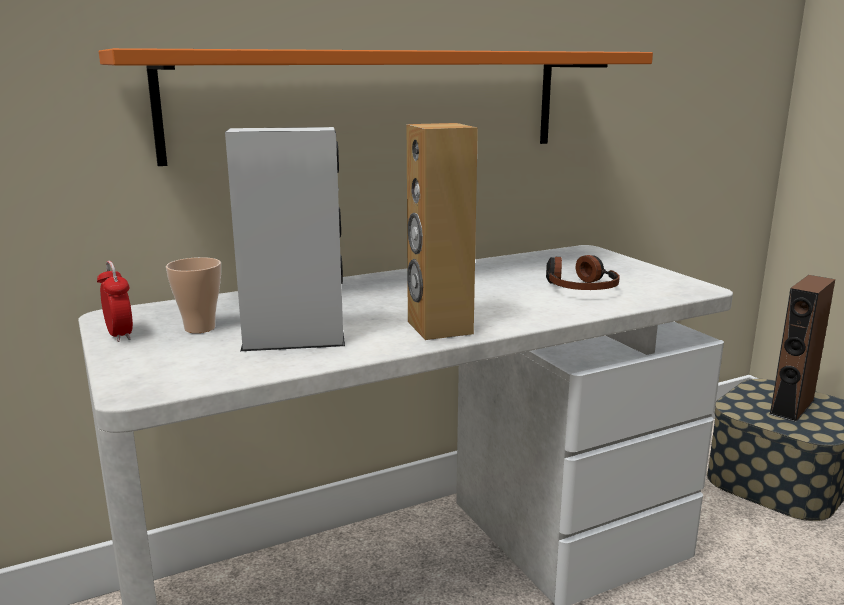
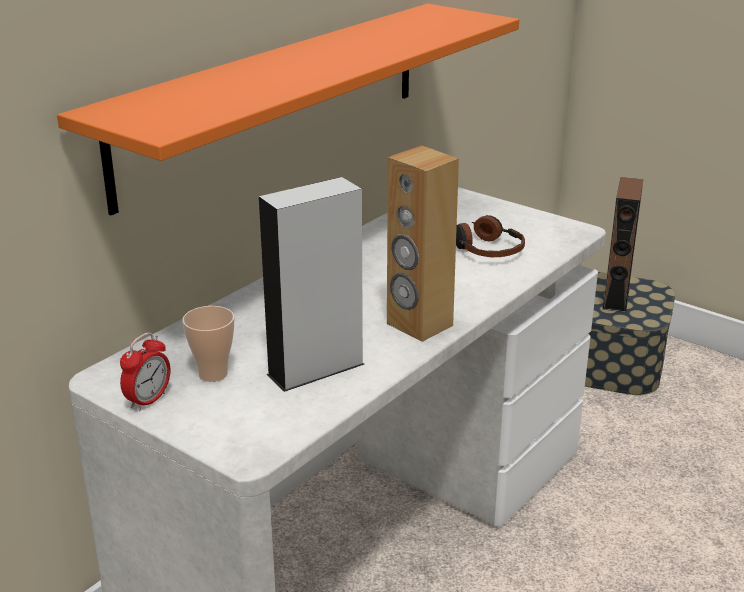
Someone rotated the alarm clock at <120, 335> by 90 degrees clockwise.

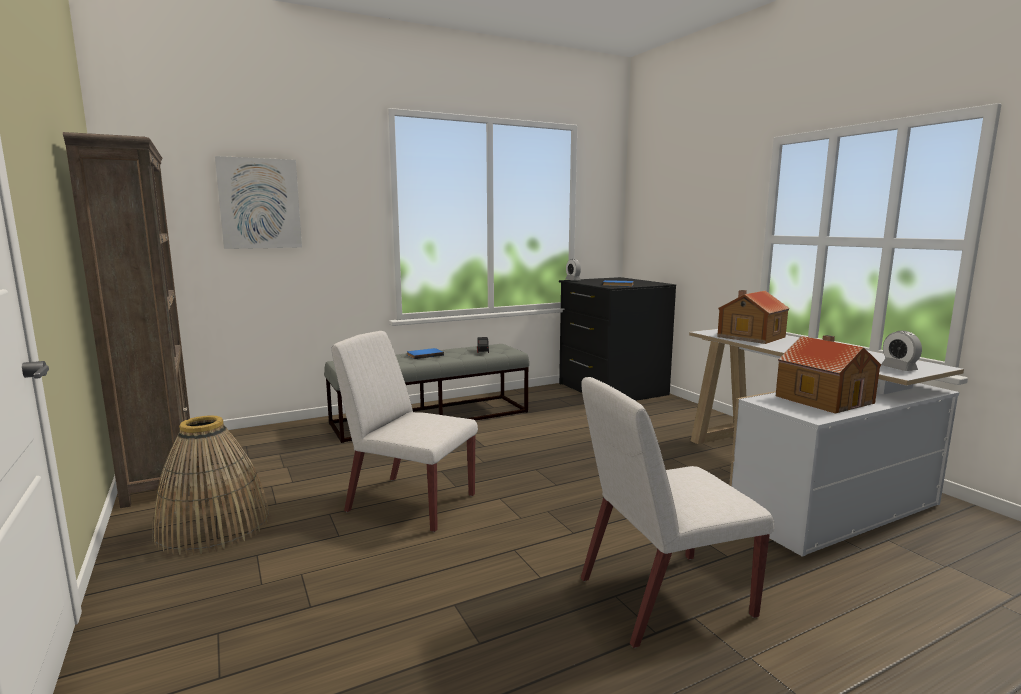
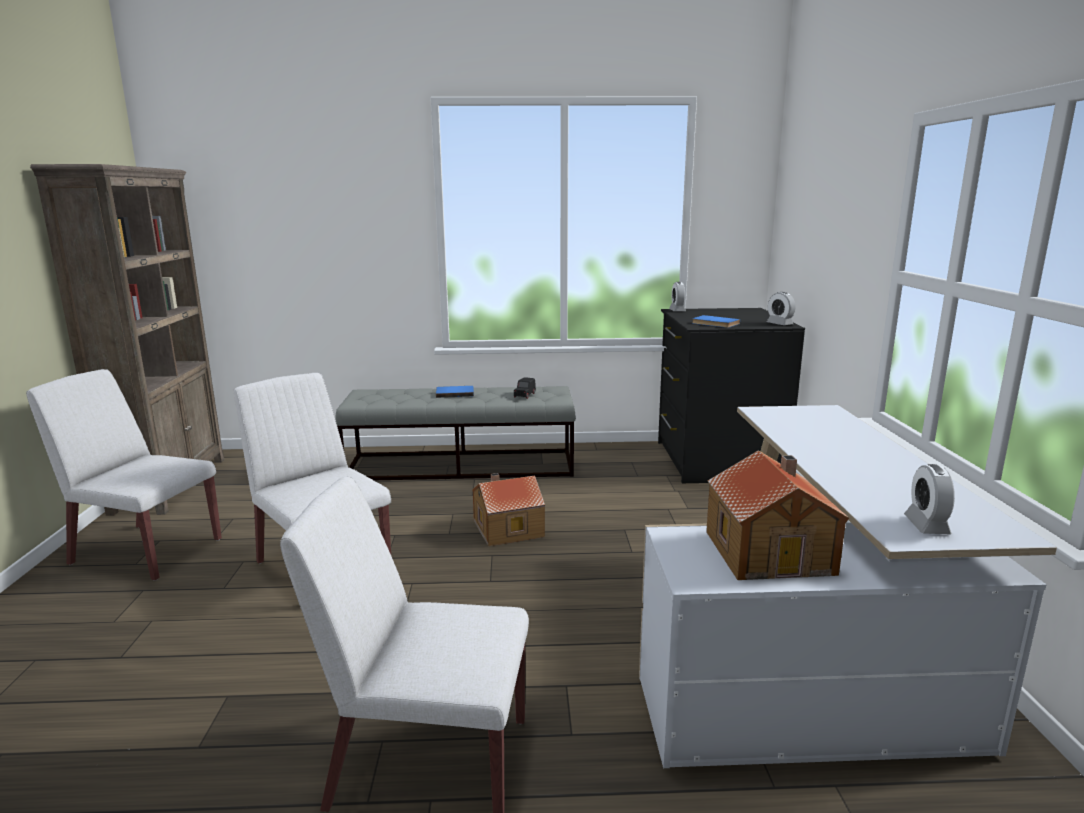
Someone swapped the basket at <213, 526> for the chair in white at <145, 551>.
Someone took away the picture at <259, 203>.
Someone carried the toy house from <749, 337> to <506, 528>.
Someone put down the alarm clock at <779, 324>.

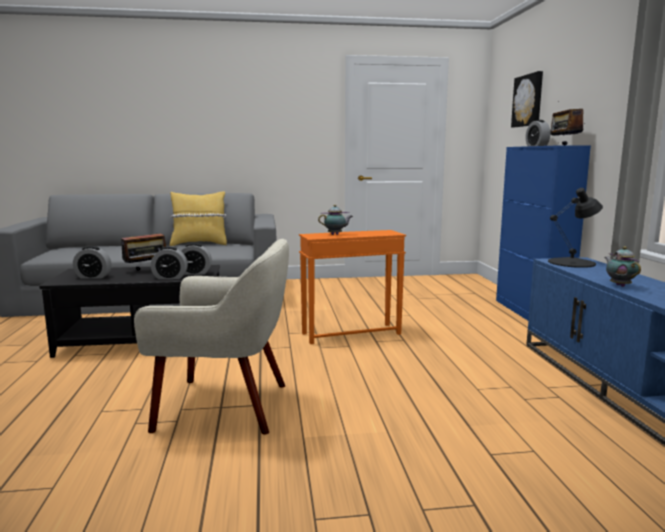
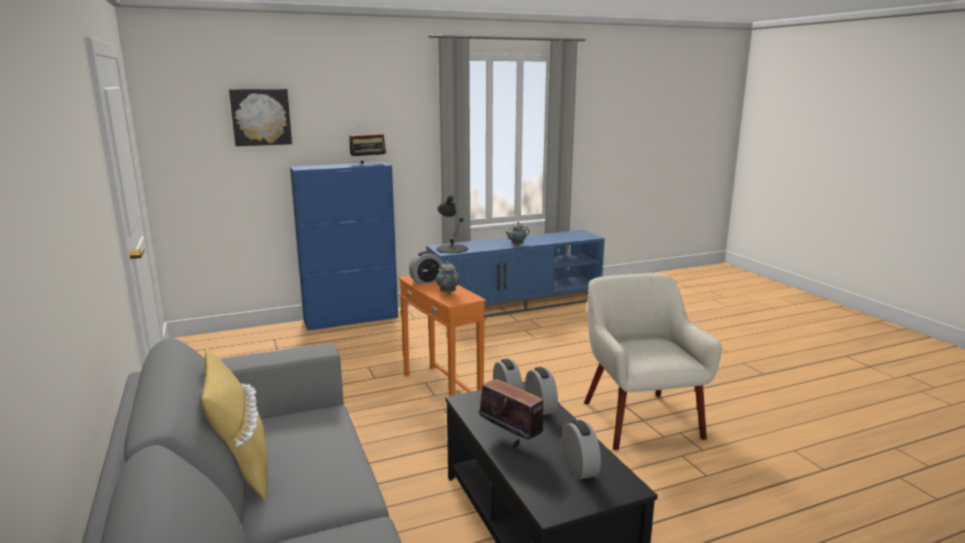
Someone carried the alarm clock from <536, 146> to <427, 281>.

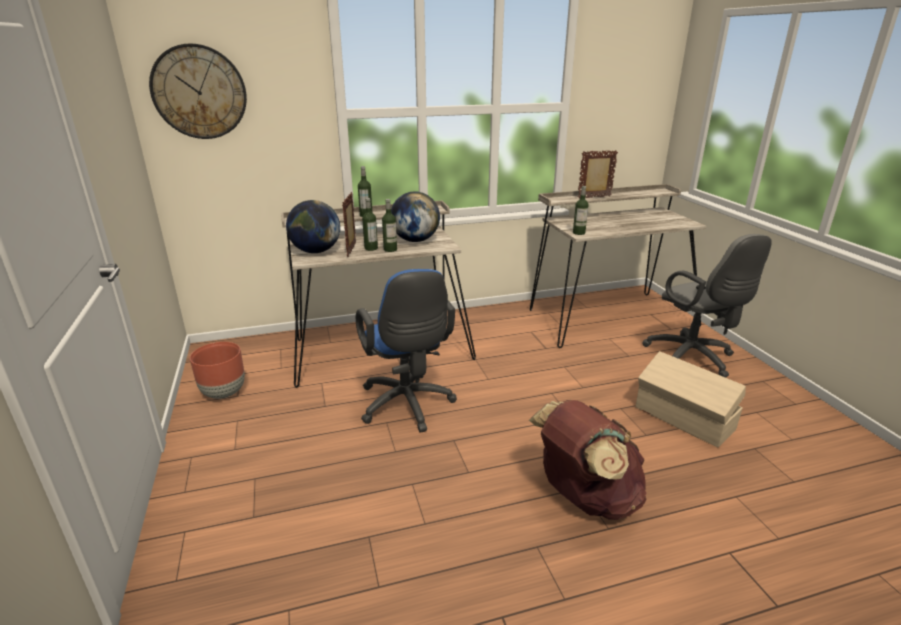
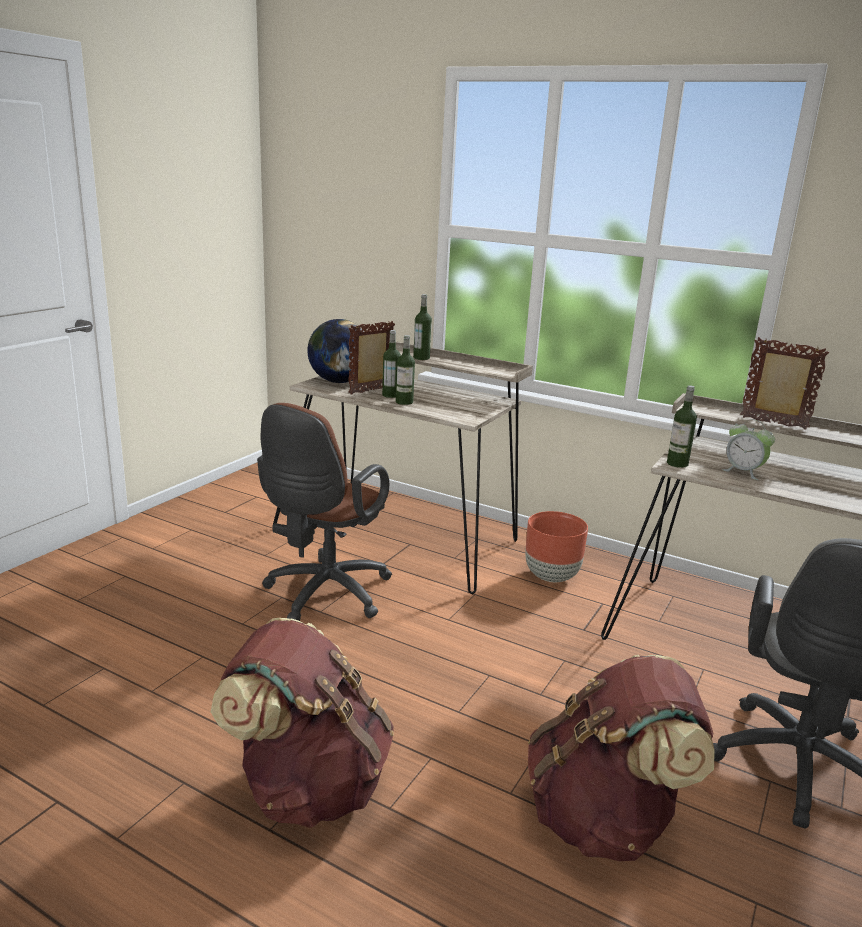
Someone took away the wall clock at <199, 92>.
Someone carried the planter in brown from <223, 393> to <550, 576>.
Someone repainted the office chair in blue at <407, 406>, which became the office chair in brown at <324, 595>.
Someone took away the globe at <415, 240>.
Someone swapped the storage box in beige at <684, 419> for the backpack in brown at <605, 818>.
Someone put down the alarm clock at <743, 472>.

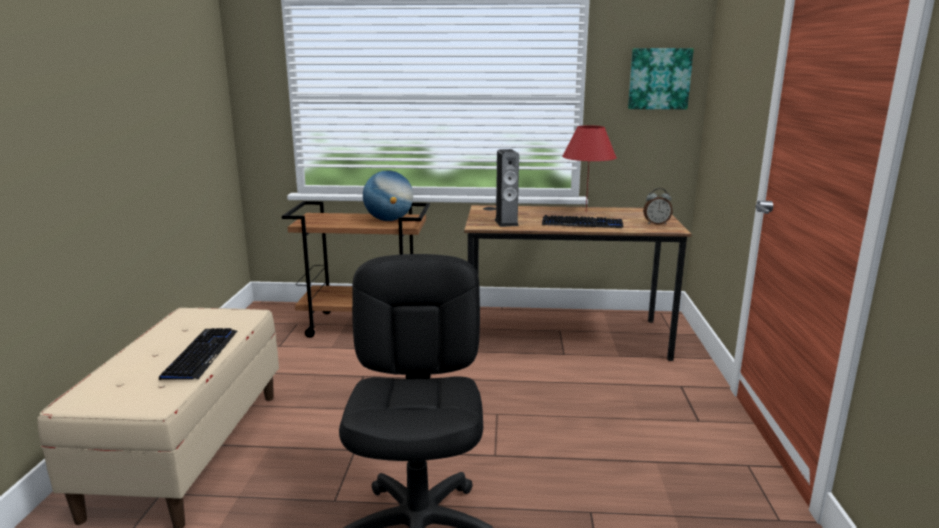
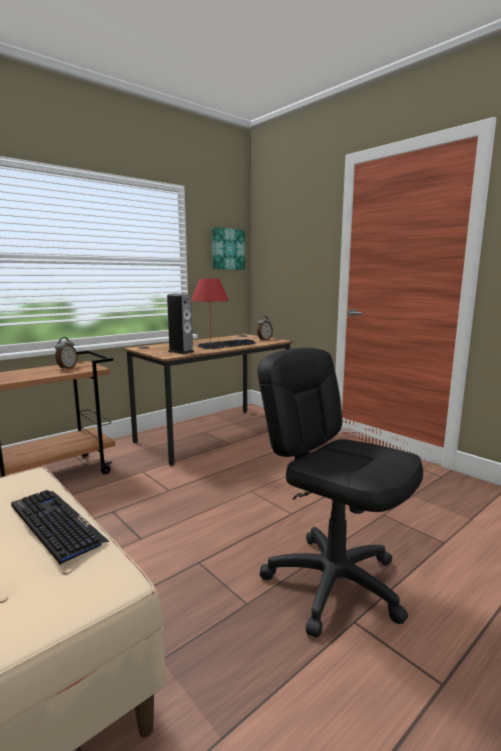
Someone swapped the globe at <389, 220> for the alarm clock at <67, 368>.

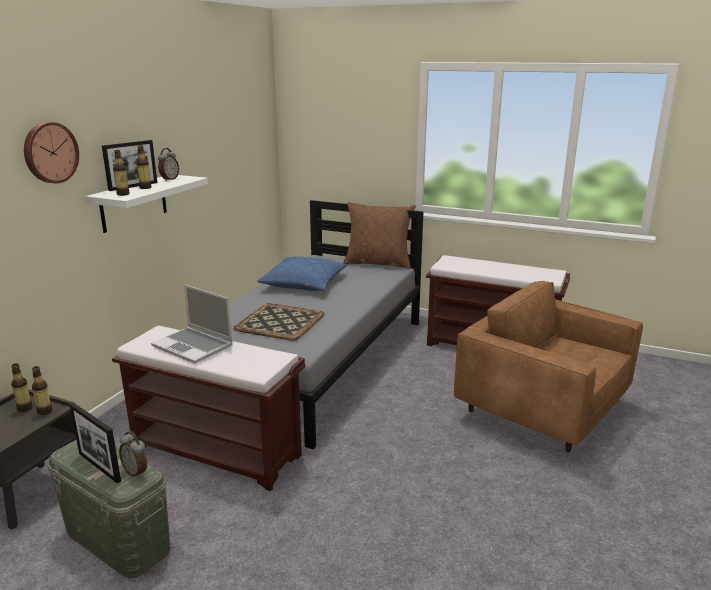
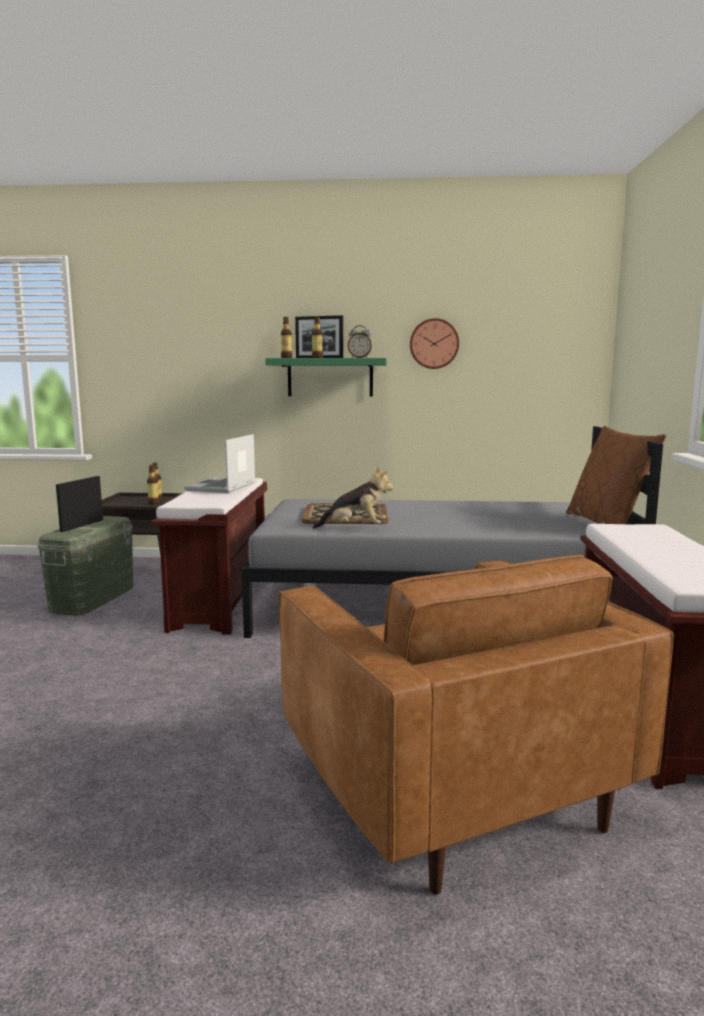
Someone carried the wall clock from <49, 152> to <434, 344>.
Someone repainted the shelf in white at <134, 203>, which became the shelf in green at <330, 377>.
Someone took away the alarm clock at <136, 472>.
Someone took away the pillow in blue at <304, 283>.
Someone rotated the armchair in brown at <541, 412> by 135 degrees clockwise.
Someone put down the plush toy at <355, 528>.

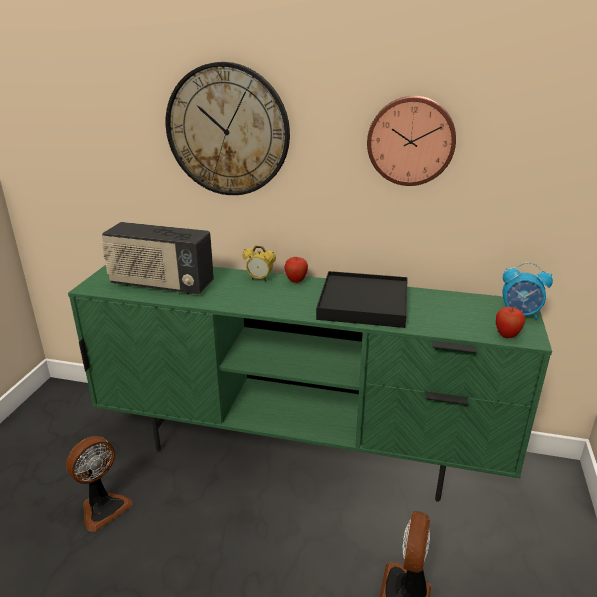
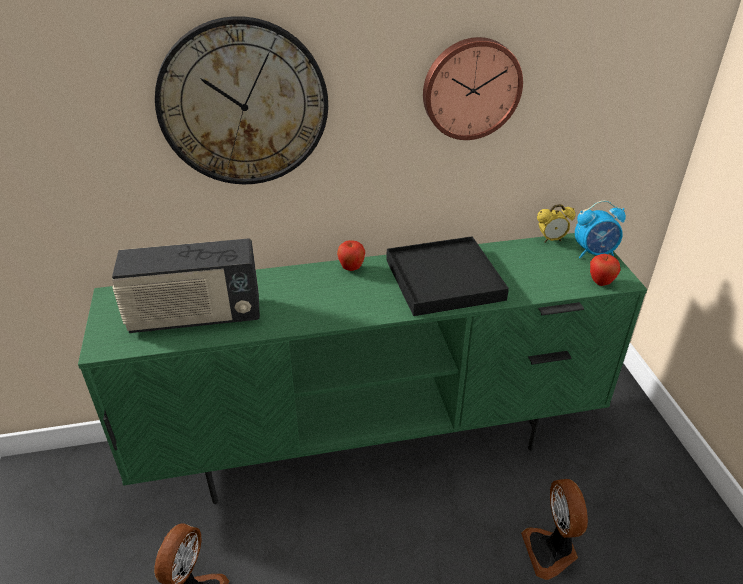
Someone carried the alarm clock from <260, 279> to <551, 240>.

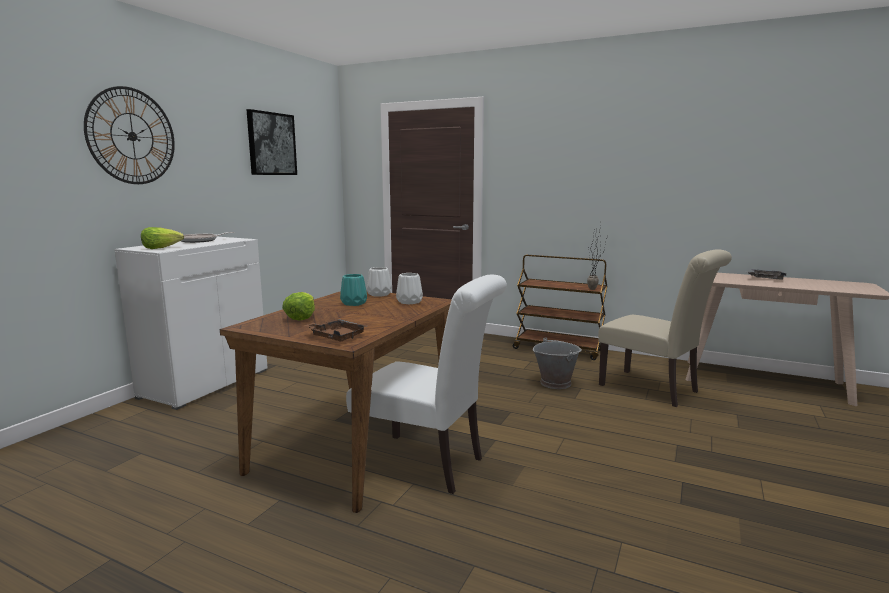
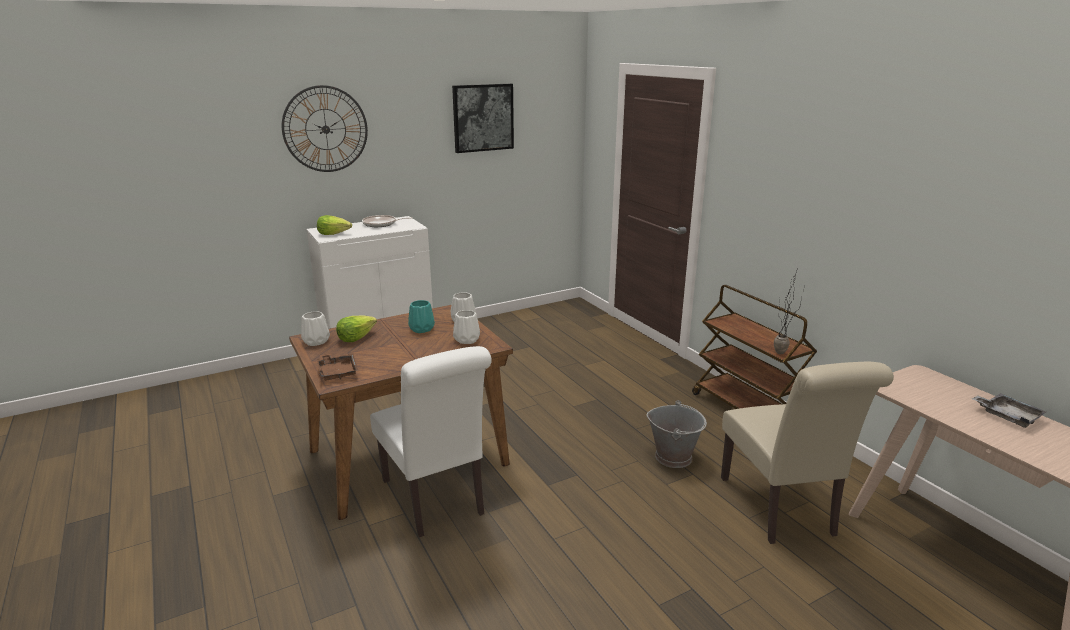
Someone put down the vase in white at <316, 341>.

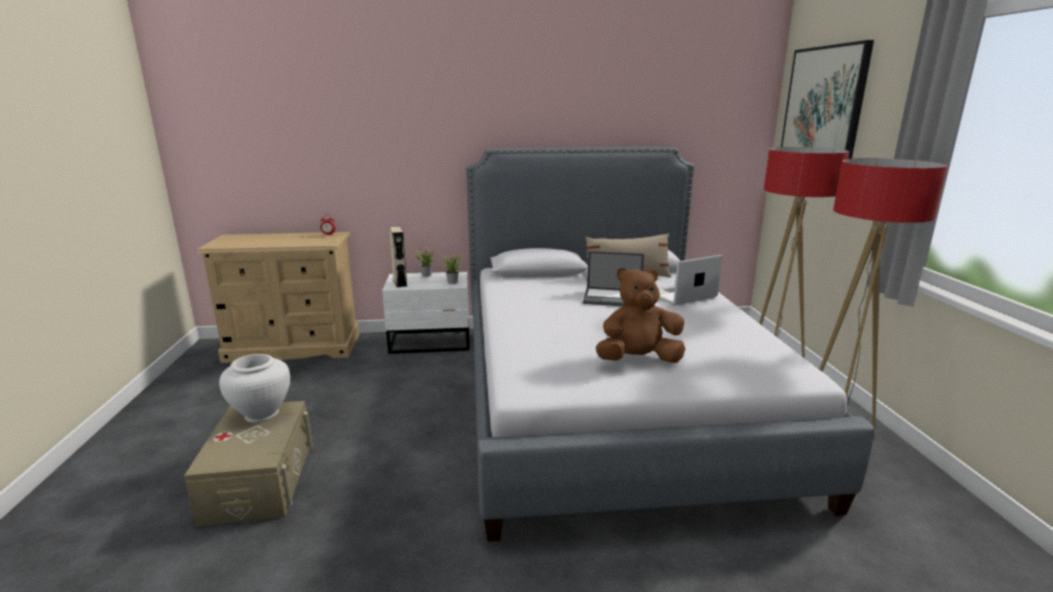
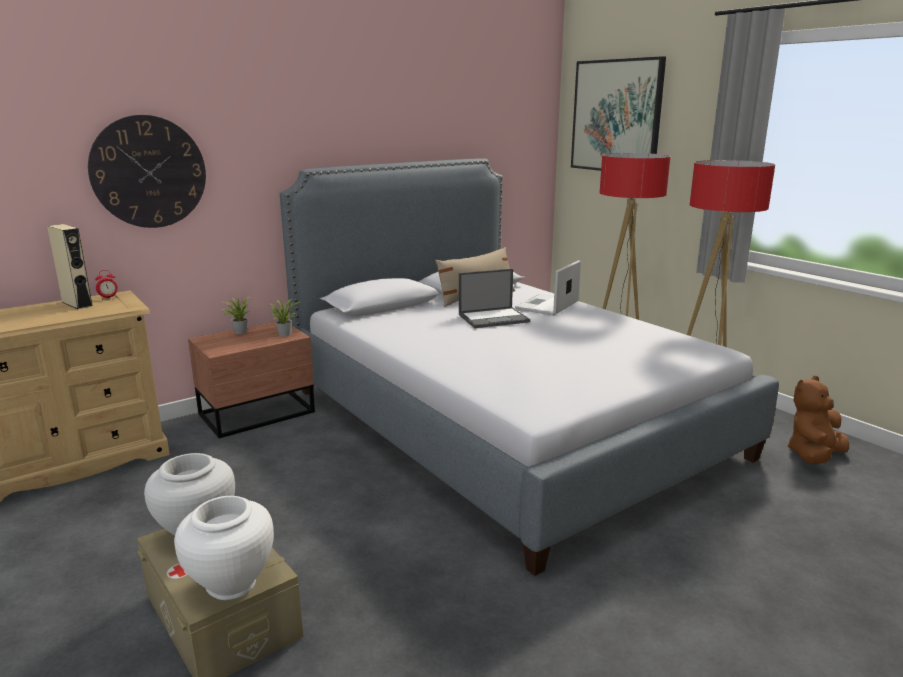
Someone repainted the nightstand in white at <431, 342>, which became the nightstand in brown at <259, 414>.
Someone carried the speaker in beige from <400, 283> to <77, 304>.
Someone carried the plush toy in brown from <638, 360> to <813, 456>.
Someone put up the wall clock at <149, 172>.
Someone put down the vase in white at <231, 584>.

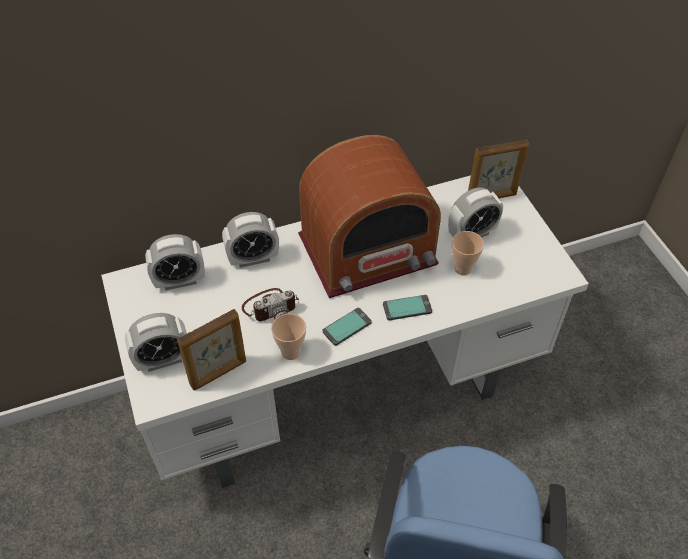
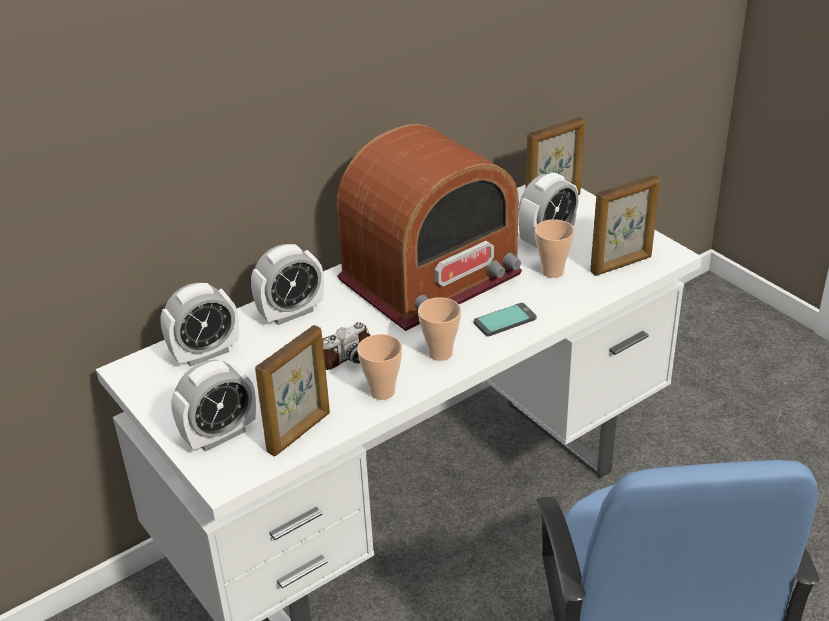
Someone swapped the phone at <346, 327> for the cup at <440, 353>.
Someone put down the picture frame at <622, 265>.

